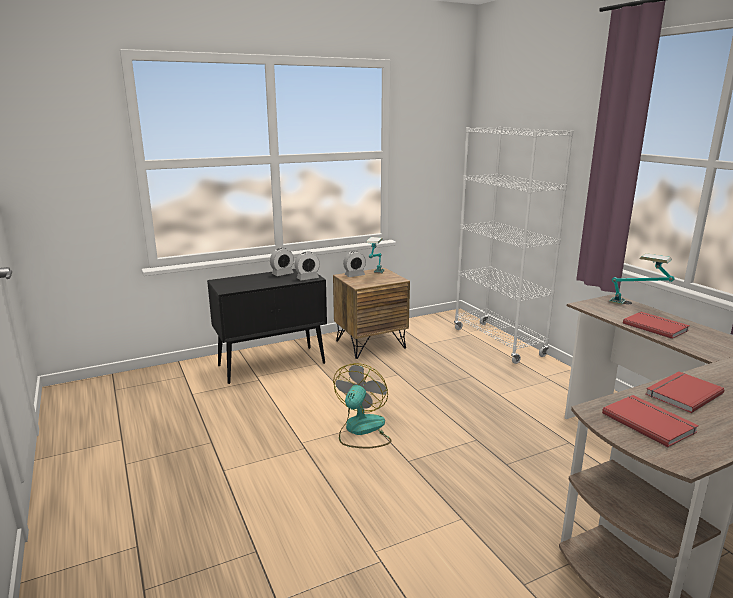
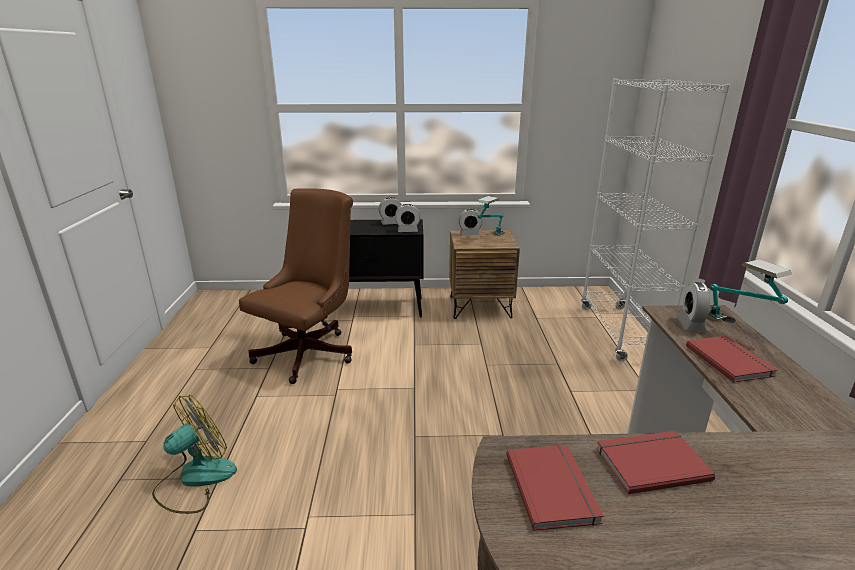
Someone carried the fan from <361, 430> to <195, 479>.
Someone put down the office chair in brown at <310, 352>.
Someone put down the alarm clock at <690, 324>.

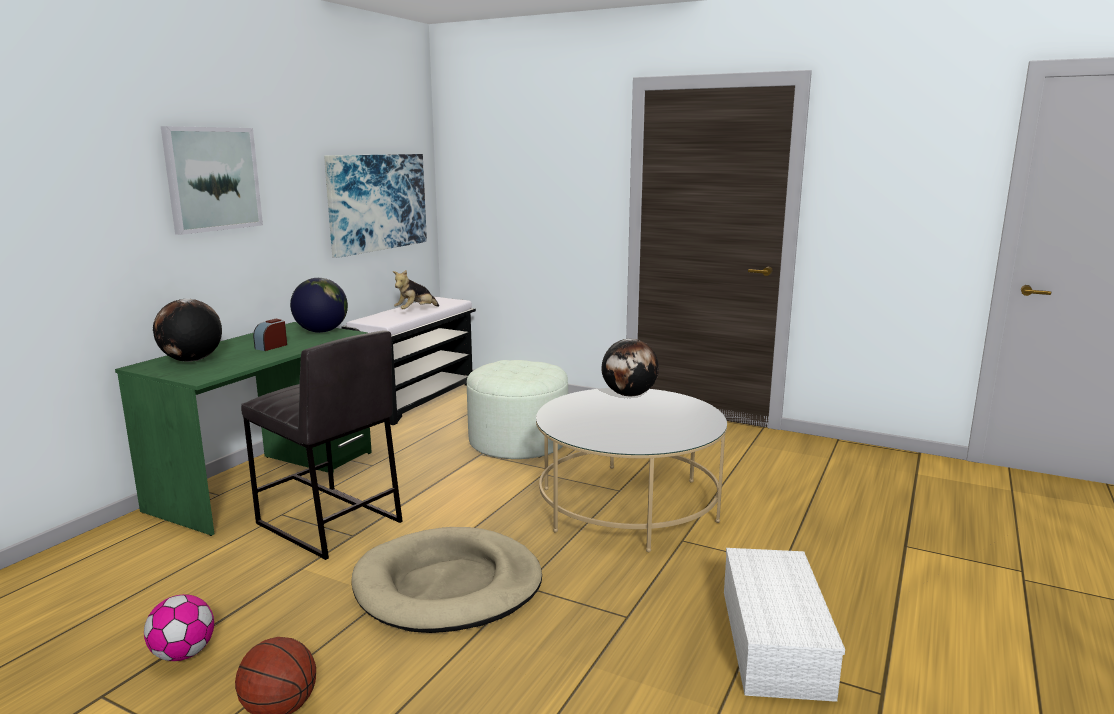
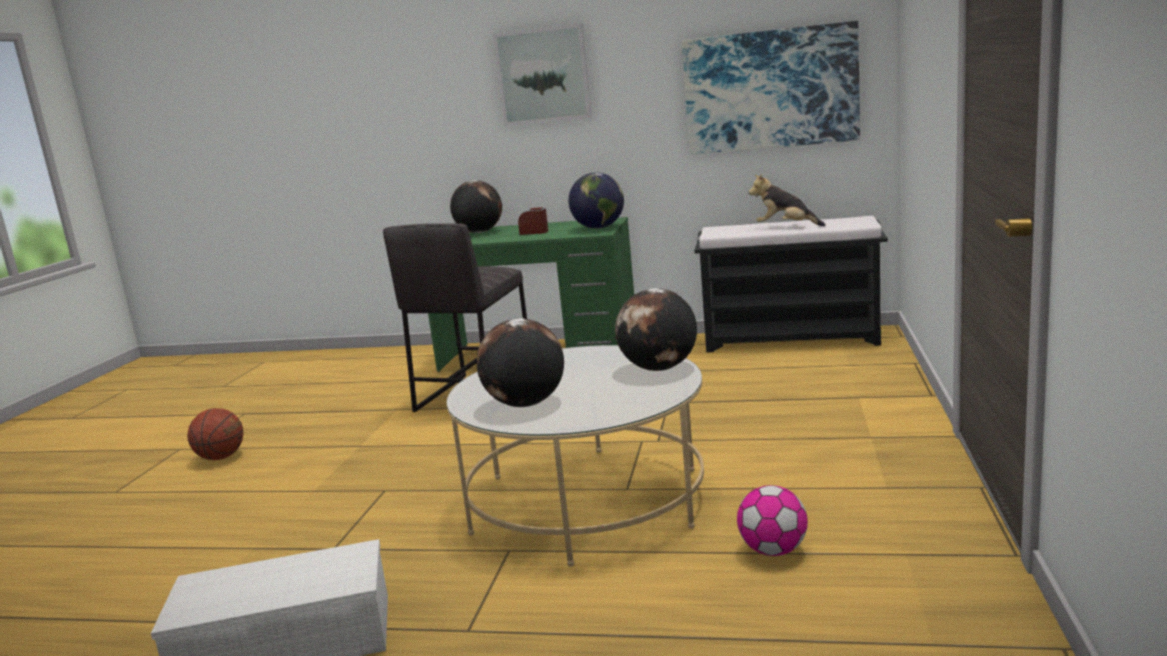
Someone carried the football from <183, 654> to <773, 551>.
Someone took away the dog bed in beige at <448, 586>.
Someone took away the ottoman in white at <518, 441>.
Someone put down the globe at <525, 404>.

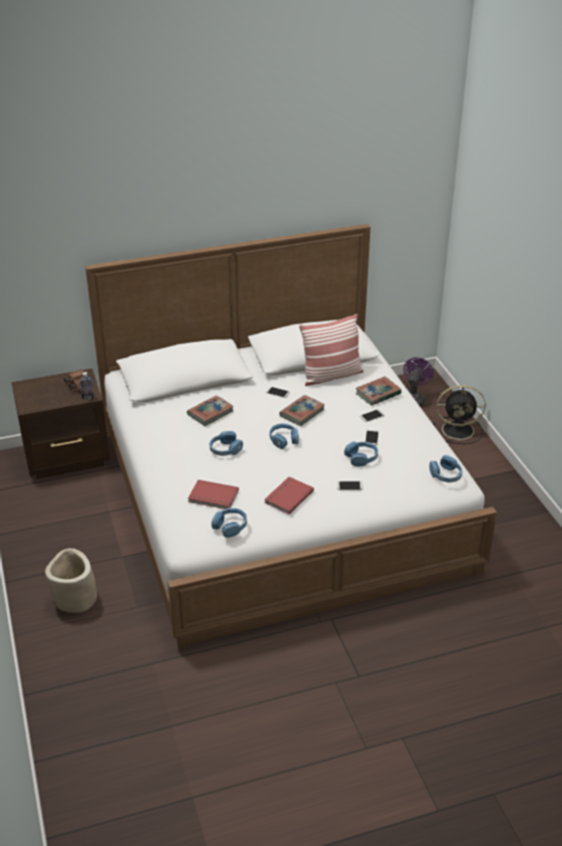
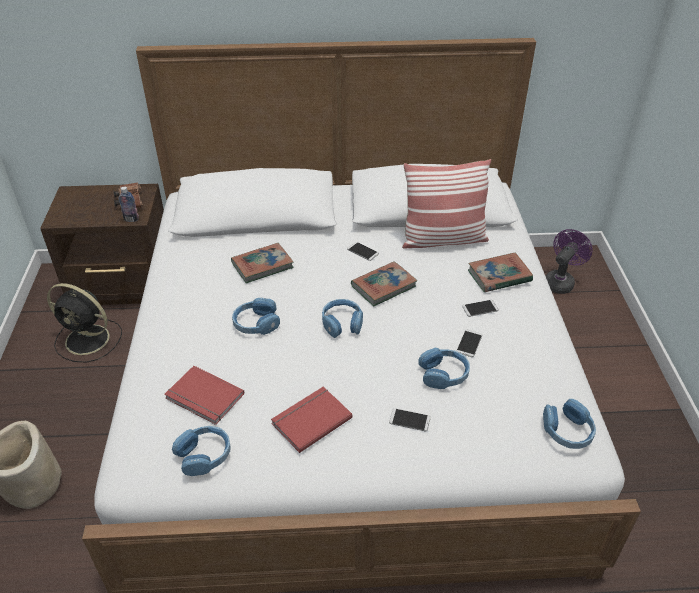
Someone carried the fan in black from <459, 430> to <89, 340>.

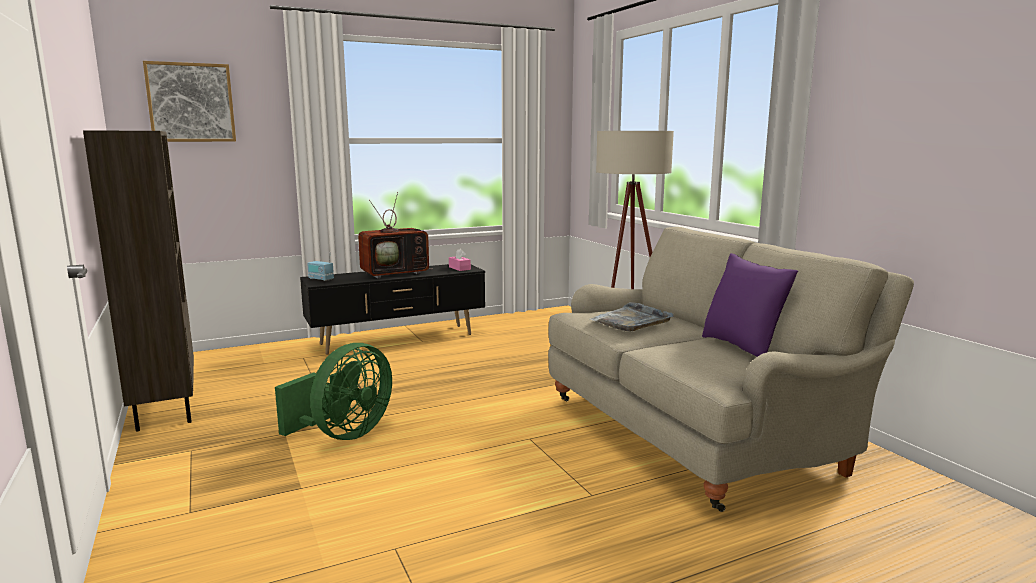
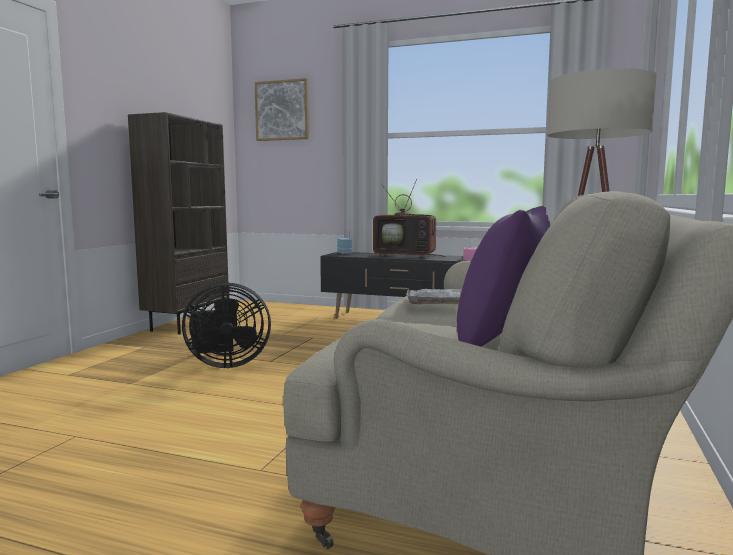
Someone repainted the fan in green at <344, 434>, which became the fan in black at <225, 364>.

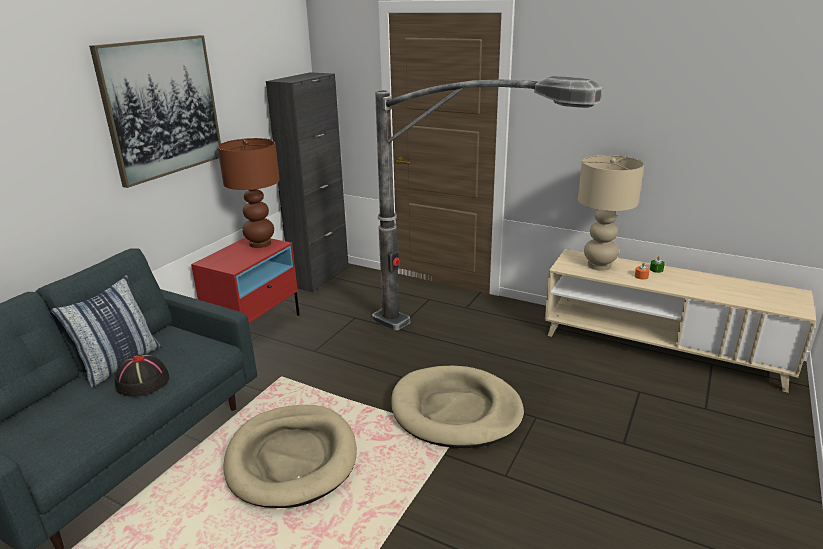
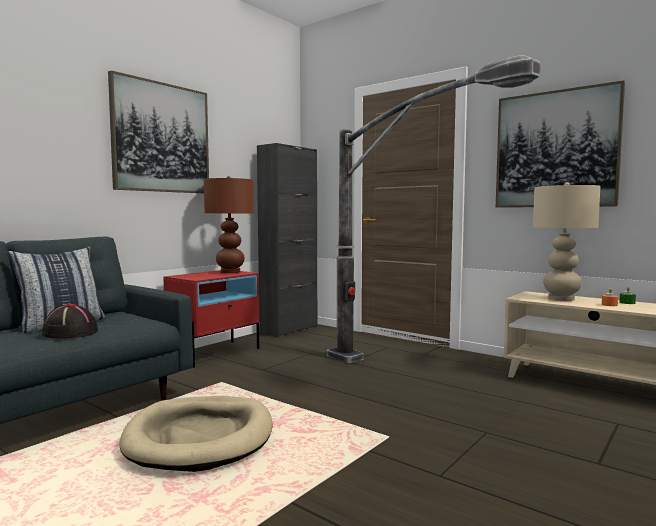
Someone took away the dog bed in beige at <456, 411>.
Someone put up the picture at <555, 149>.

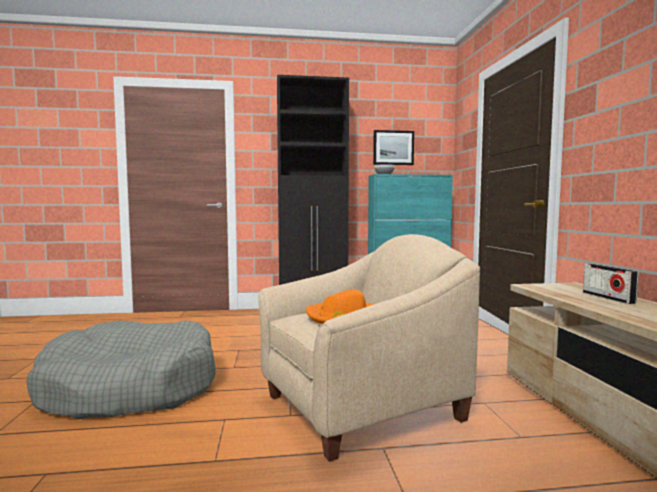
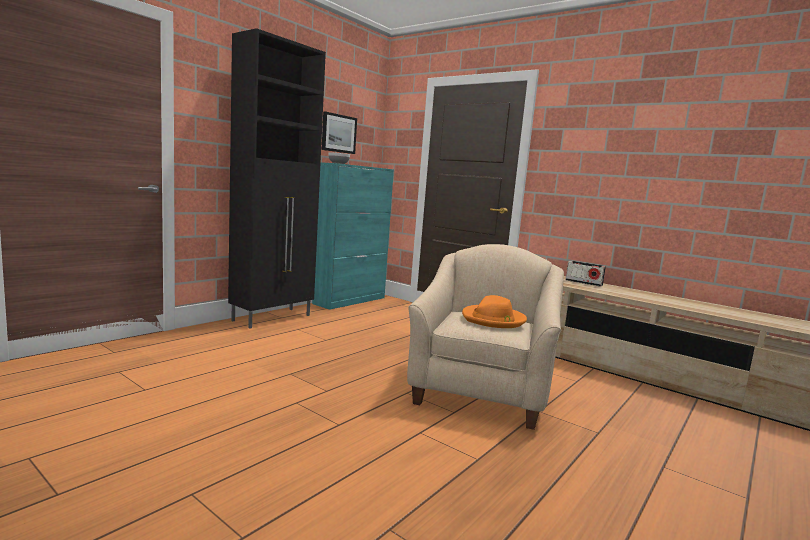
Someone took away the dog bed in grey at <130, 388>.

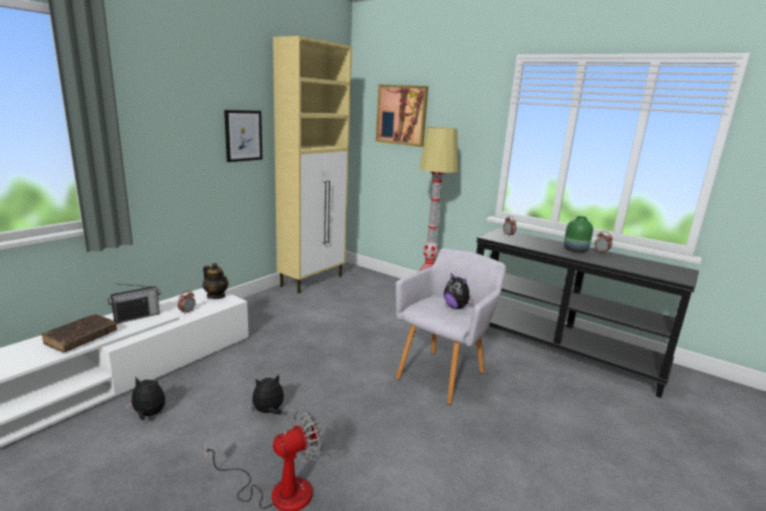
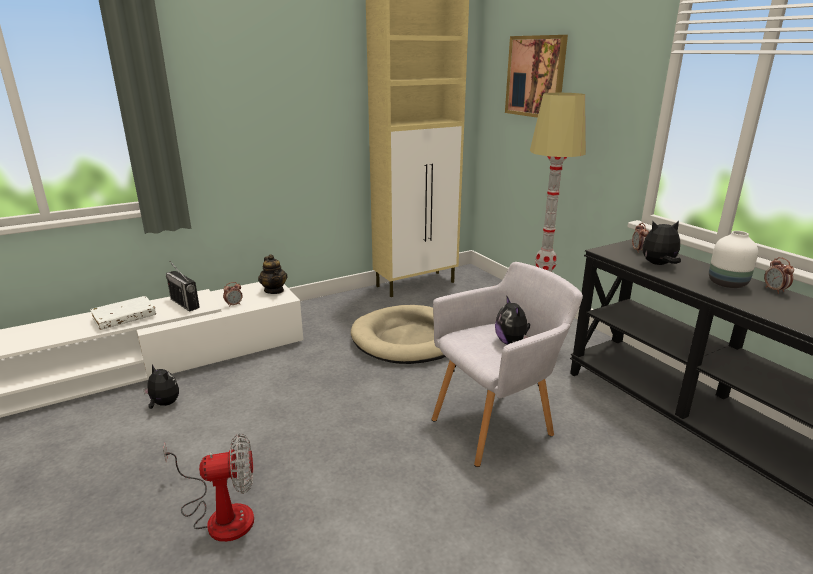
Someone repainted the book in brown at <81, 338>, which became the book in white at <125, 318>.
Someone rotated the radio at <137, 317> by 60 degrees clockwise.
Someone took away the picture at <243, 135>.
Someone carried the plush toy from <268, 412> to <658, 265>.
Someone repainted the vase in green at <576, 251>, which became the vase in white at <728, 284>.
Someone put down the dog bed in beige at <409, 339>.

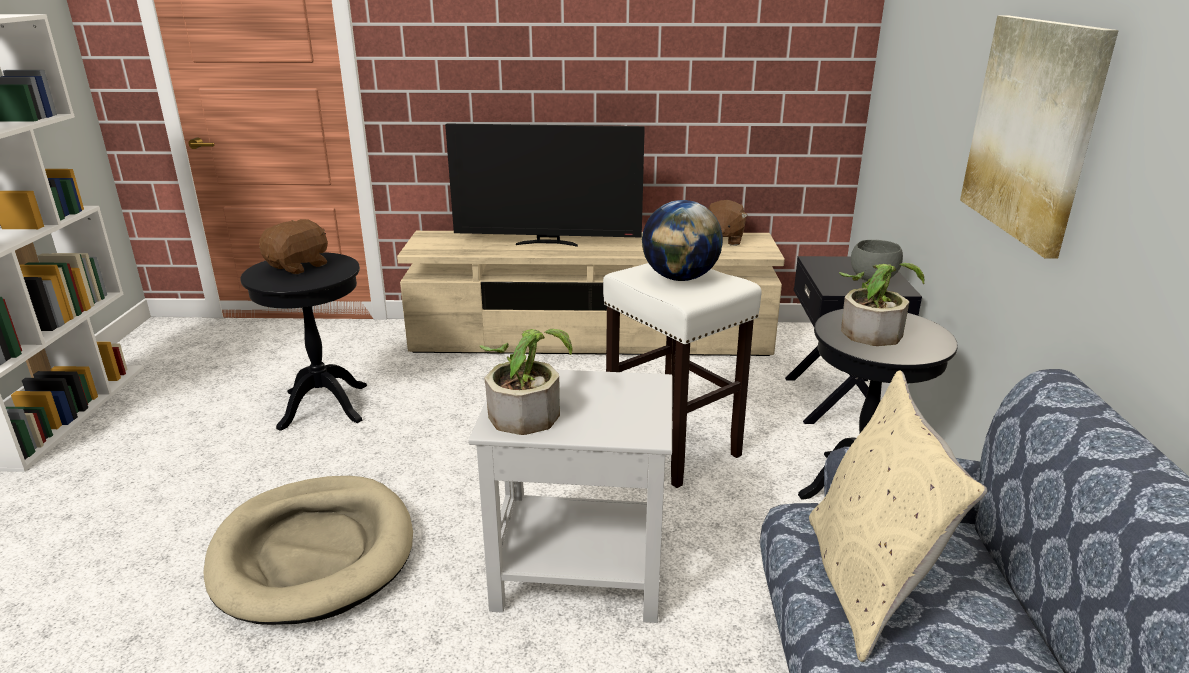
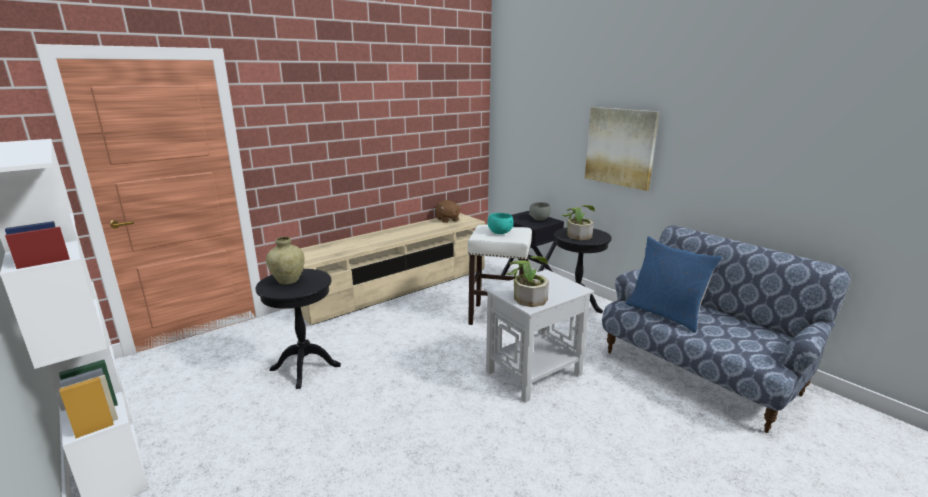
Someone took away the dog bed in beige at <314, 553>.
Someone swapped the plush toy in brown at <299, 266> for the vase in beige at <288, 280>.
Someone took away the television at <548, 243>.
Someone swapped the globe at <680, 278> for the bowl in turquoise at <499, 233>.
Someone repainted the pillow in beige at <867, 583>, which became the pillow in blue at <665, 314>.

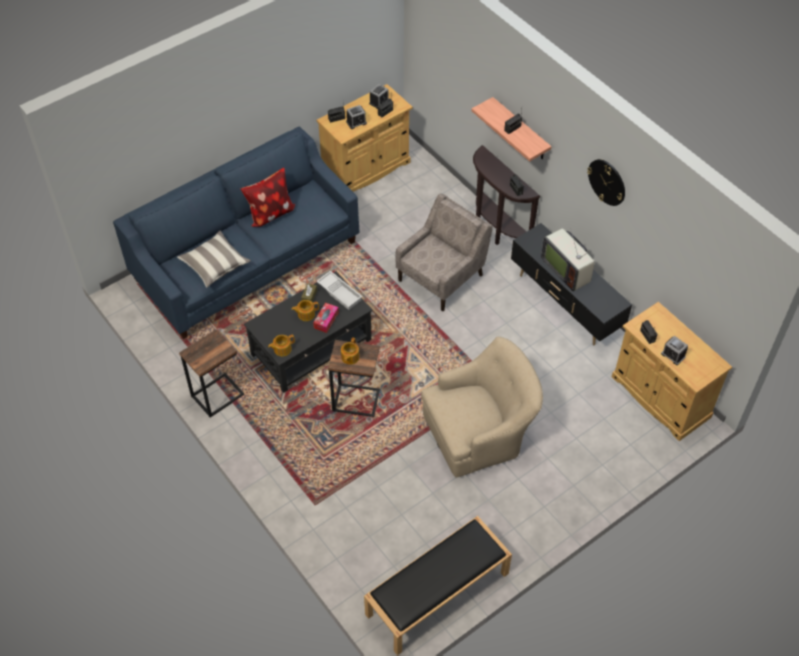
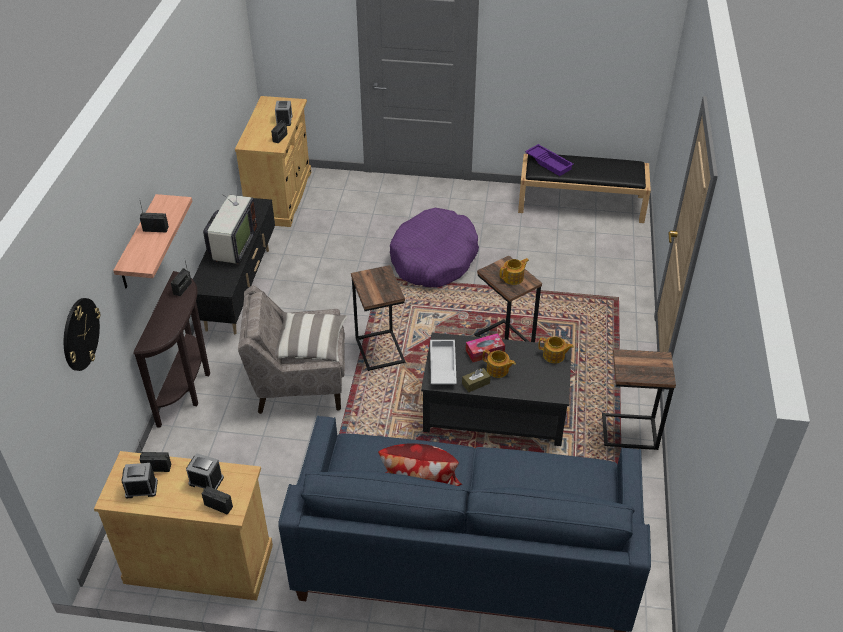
Someone carried the pillow from <215, 265> to <310, 345>.
Someone swapped the armchair in beige at <480, 431> for the dog bed in purple at <433, 259>.
Someone carried the wall clock from <607, 182> to <80, 334>.
Someone put down the side table at <381, 350>.
Someone put down the tray in purple at <549, 163>.

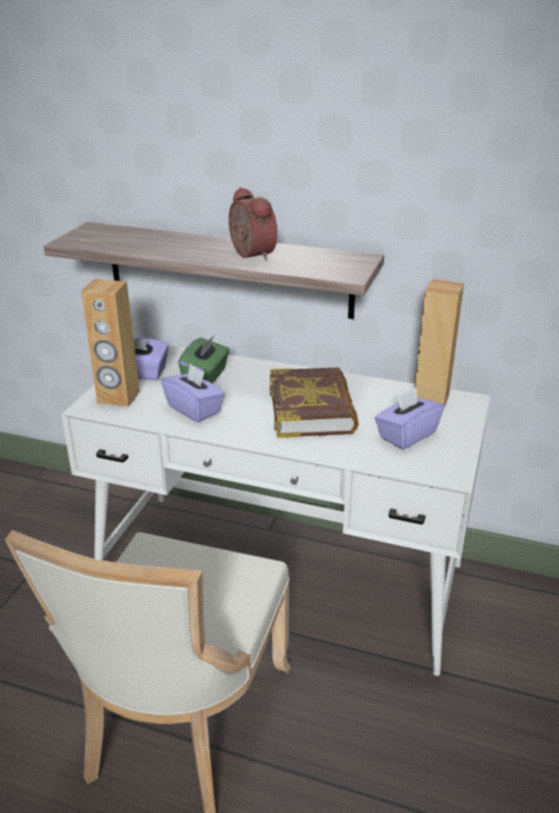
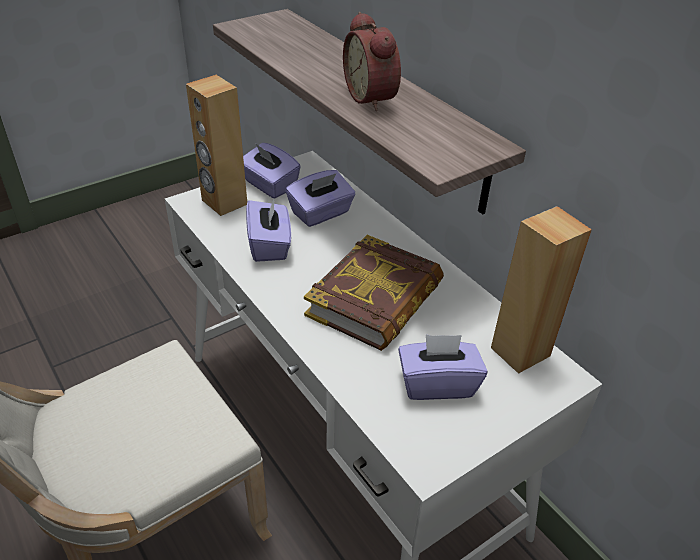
Someone repainted the tissue box in green at <206, 376>, which became the tissue box in purple at <321, 213>.
Someone rotated the alarm clock at <249, 255> by 150 degrees clockwise.

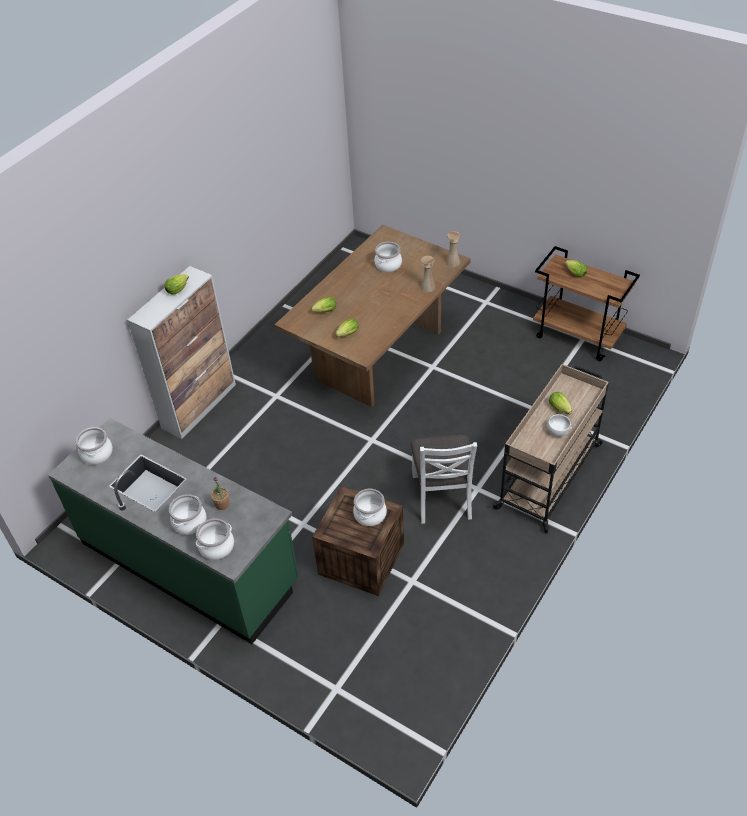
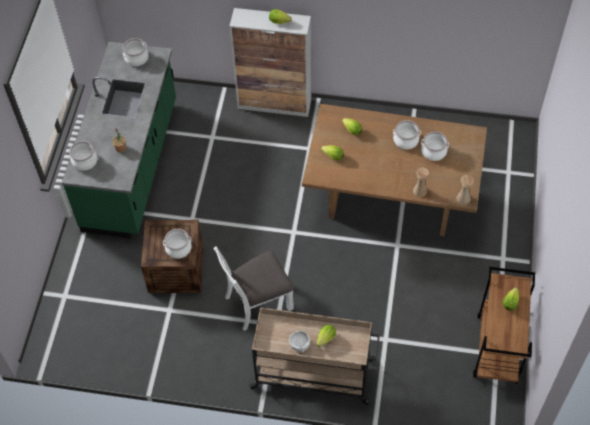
Someone carried the cooking pot from <190, 522> to <406, 140>.

